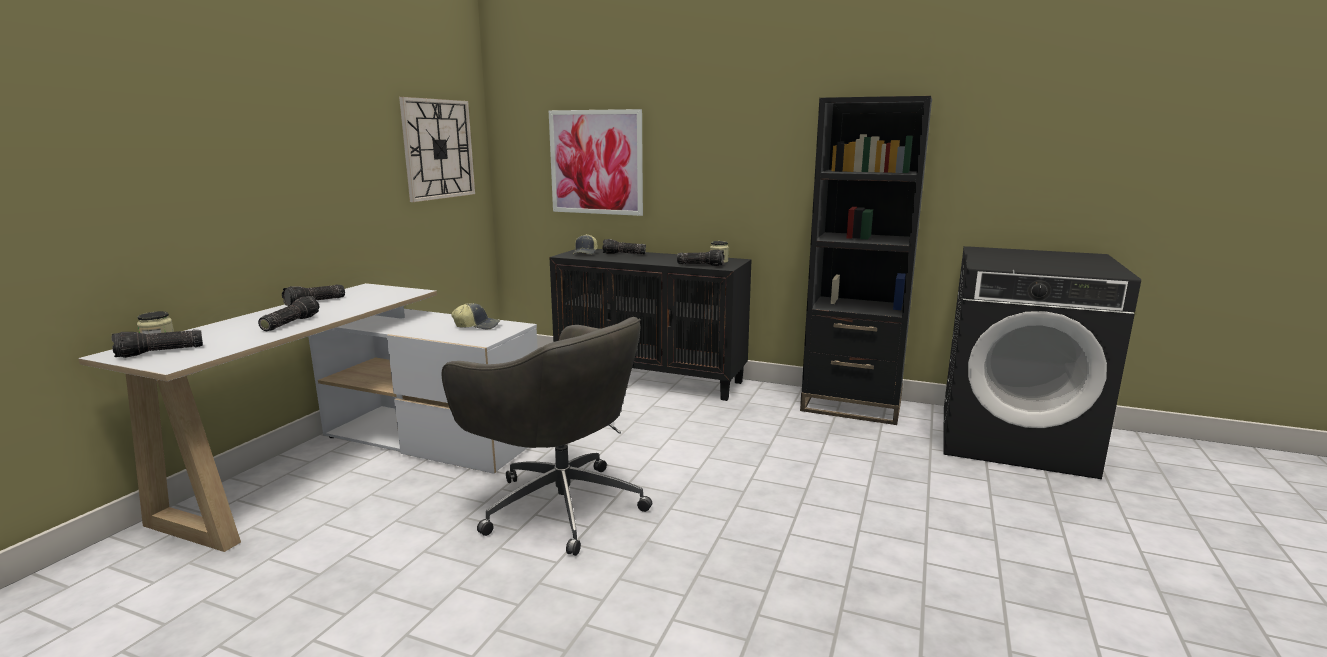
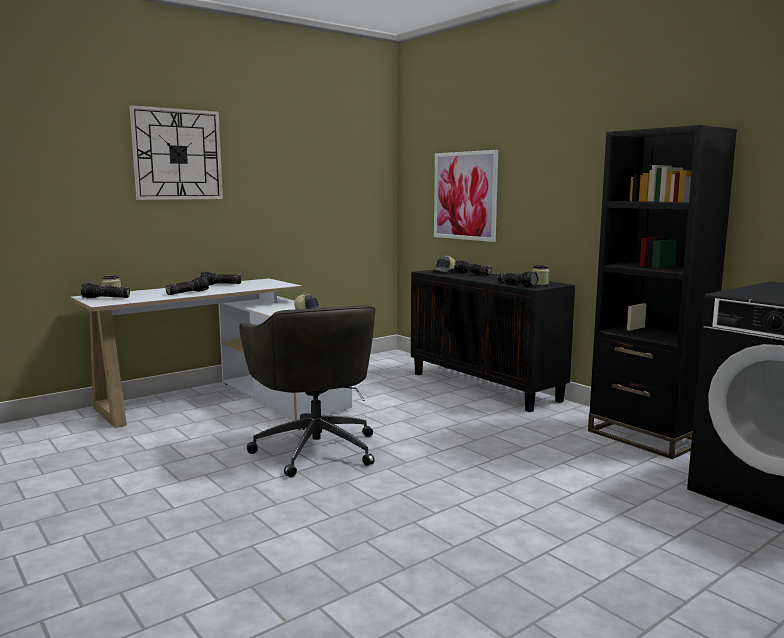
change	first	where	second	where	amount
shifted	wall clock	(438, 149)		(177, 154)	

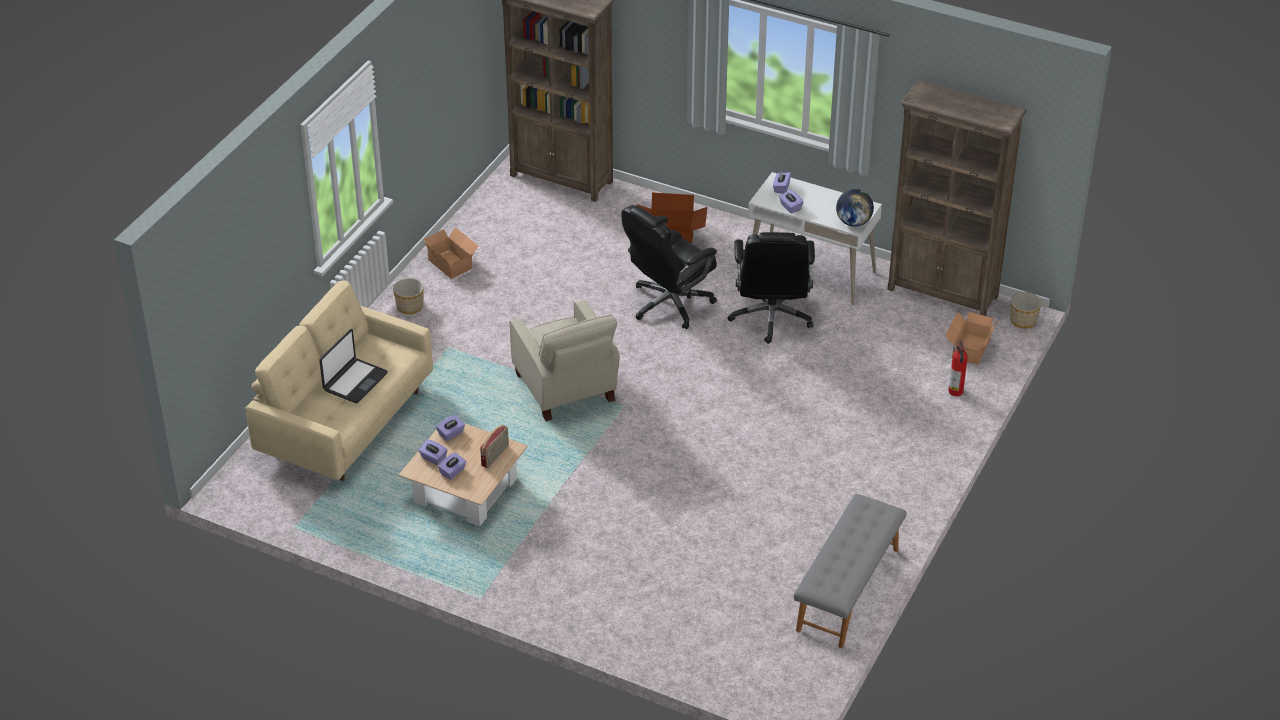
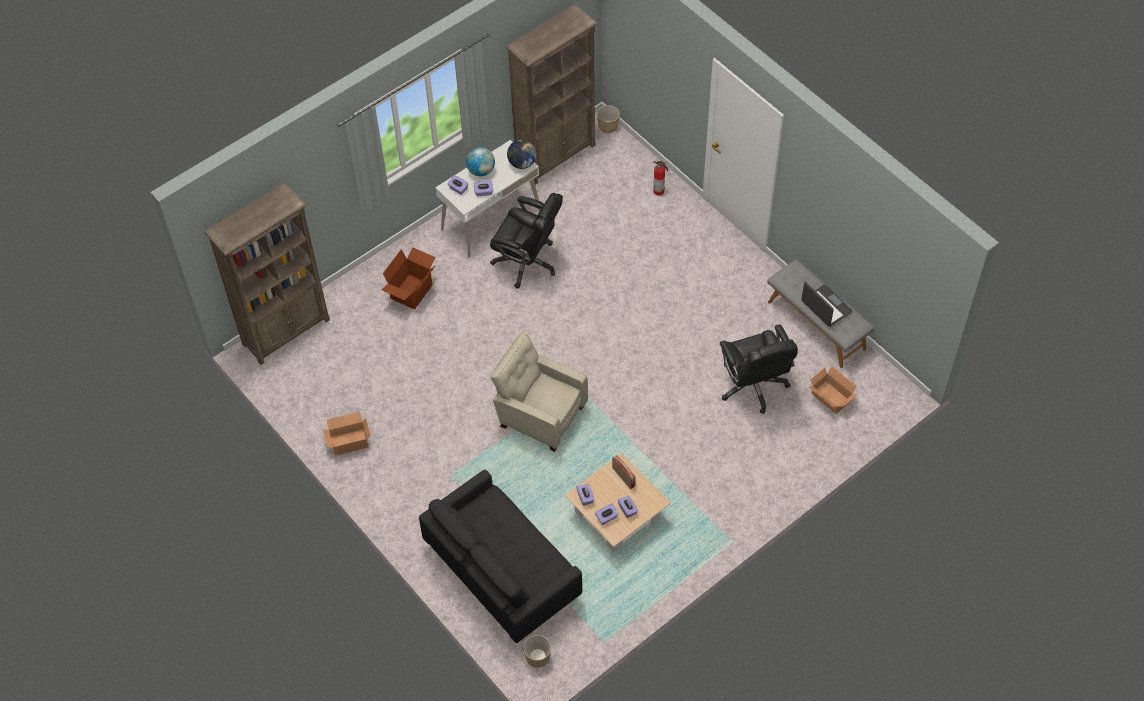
change	first	where	second	where	amount
new			globe	(481, 171)	
shifted	laptop	(354, 381)		(826, 307)	
shifted	planter	(410, 306)		(537, 656)	
shifted	black office chair	(669, 304)		(753, 386)	
shifted	cardboard box	(968, 349)		(830, 398)	
repainted	beige sofa	(346, 422)	black sofa	(502, 572)	
rotated	beige armchair	(566, 389)		(539, 415)	150 degrees counterclockwise

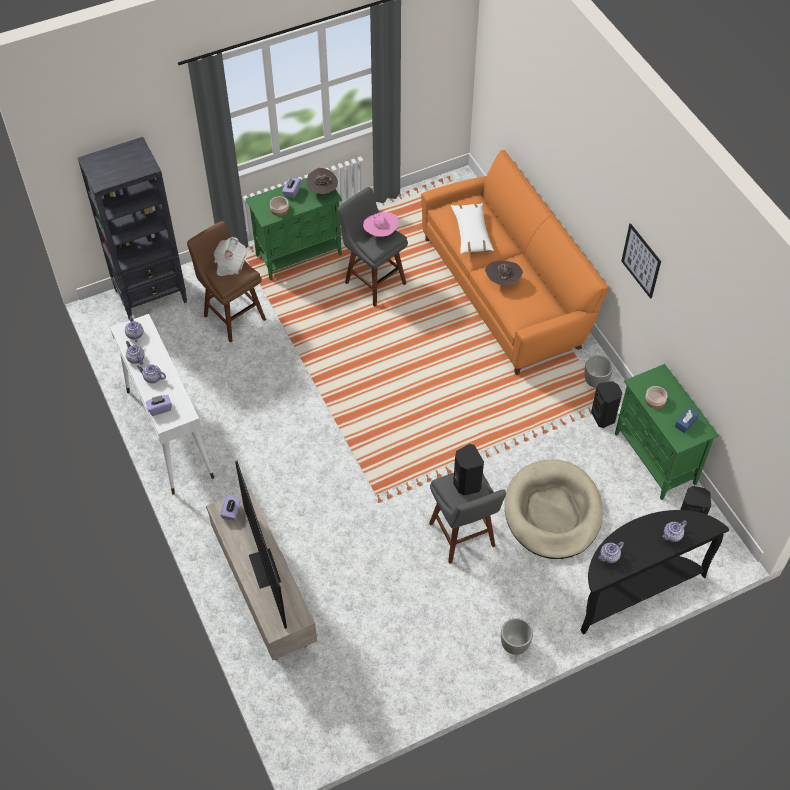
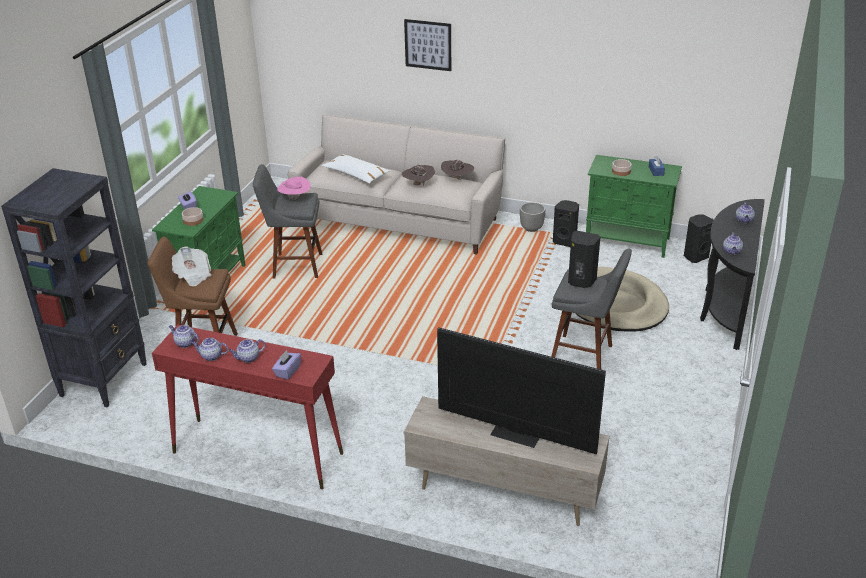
change	first	where	second	where	amount
gone	purple tissue box	(231, 512)			
gone	planter	(515, 644)			
shifted	brown hat	(322, 191)		(457, 179)	
shifted	picture	(641, 261)		(428, 45)	
repainted	white console table	(169, 433)	red console table	(256, 453)	
repainted	orange sofa	(506, 290)	beige sofa	(400, 219)	

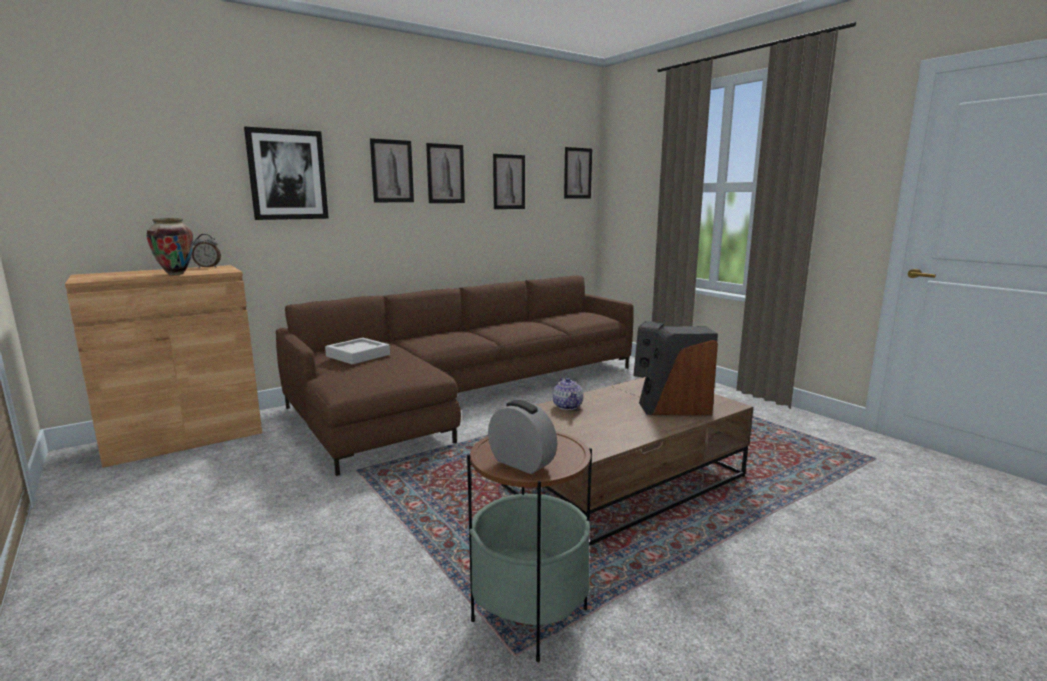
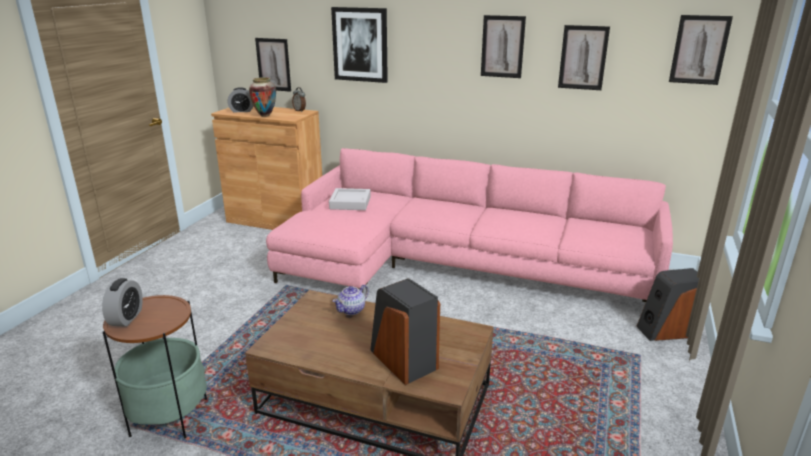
change	first	where	second	where	amount
new			alarm clock	(242, 111)	
shifted	picture	(392, 171)		(273, 64)	
repainted	brown sofa	(464, 394)	pink sofa	(453, 265)	

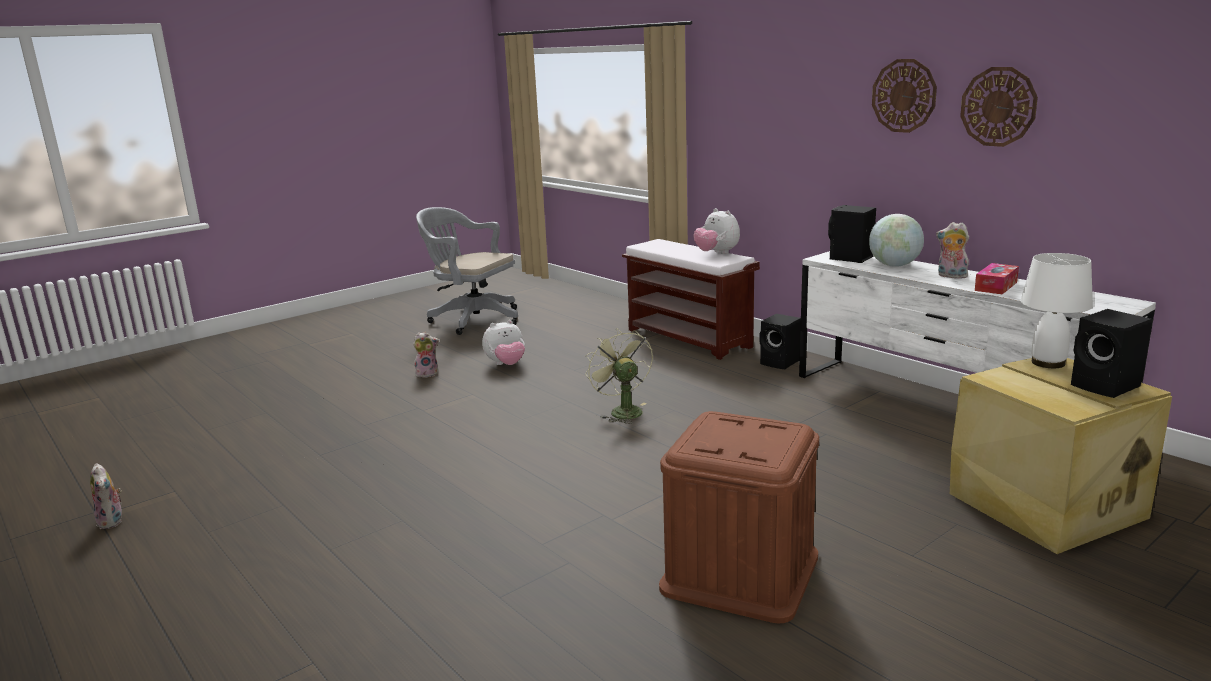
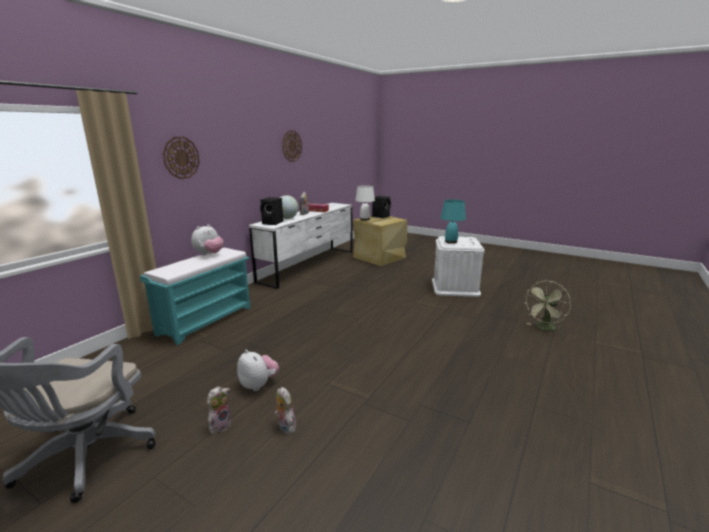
change	first	where	second	where	amount
gone	black speaker	(780, 363)			
new			turquoise table lamp	(451, 242)	
shifted	plush toy	(113, 521)		(220, 425)	
shifted	green fan	(622, 411)		(544, 328)	
shifted	wall clock	(904, 95)		(181, 157)	
repainted	brown bench	(690, 338)	turquoise bench	(206, 320)	
repainted	brown storage box	(740, 572)	white storage box	(455, 287)	

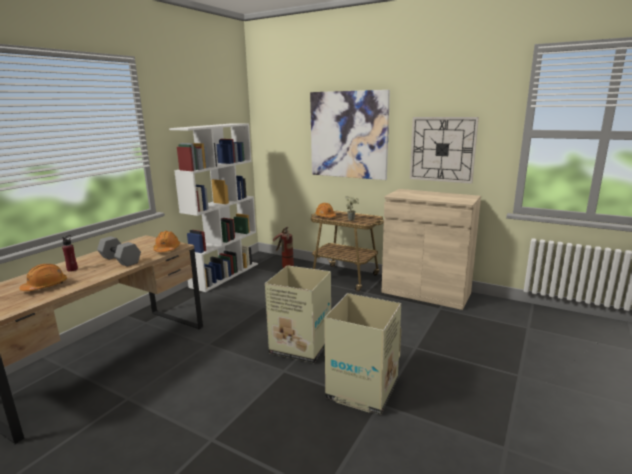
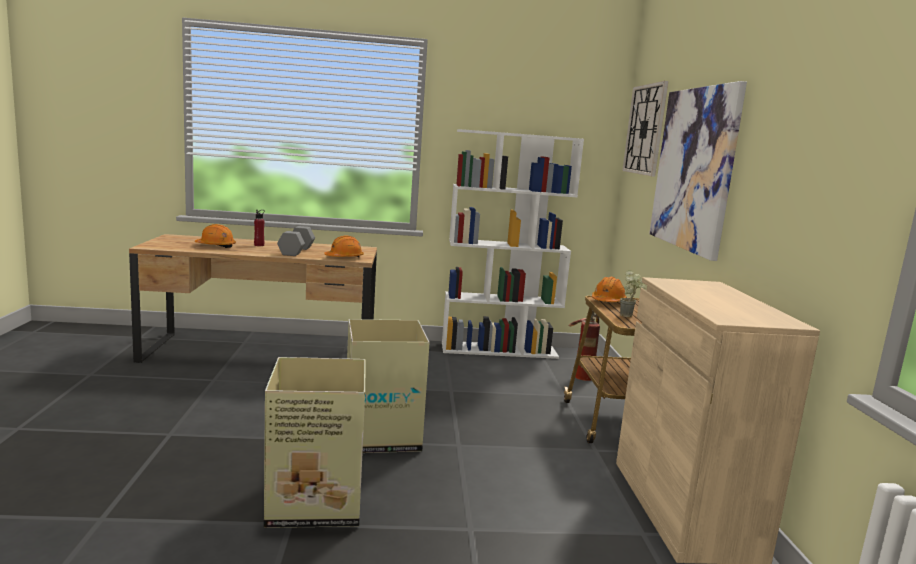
change	first	where	second	where	amount
shifted	wall clock	(442, 149)		(645, 129)	

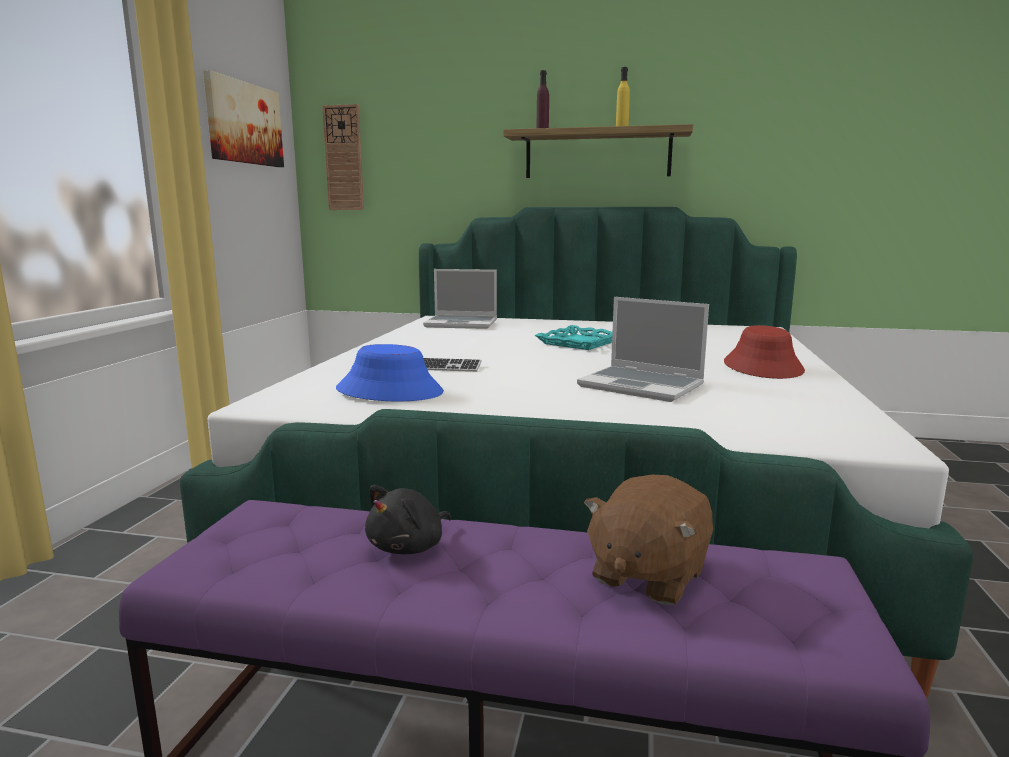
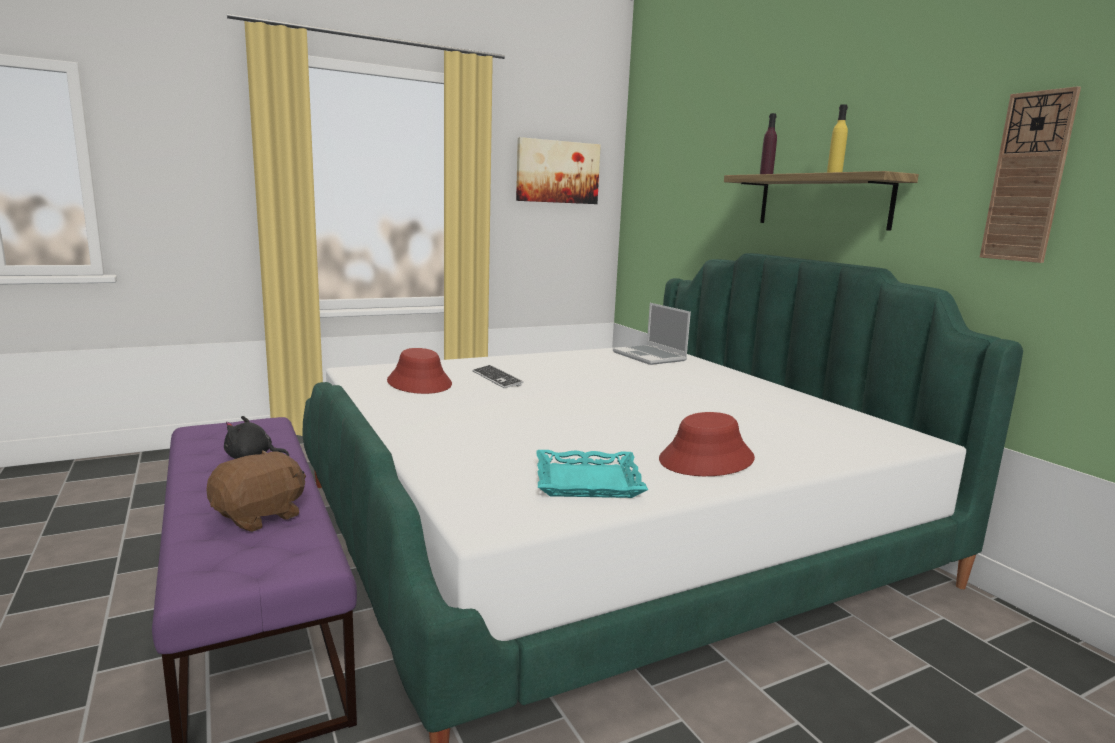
change	first	where	second	where	amount
gone	laptop	(642, 386)			
shifted	wall clock	(344, 158)		(1028, 178)	
shifted	turquoise tray	(580, 342)		(588, 481)	
repainted	blue hat	(390, 391)	red hat	(419, 383)	
rotated	brown plush toy	(647, 575)		(260, 516)	135 degrees clockwise

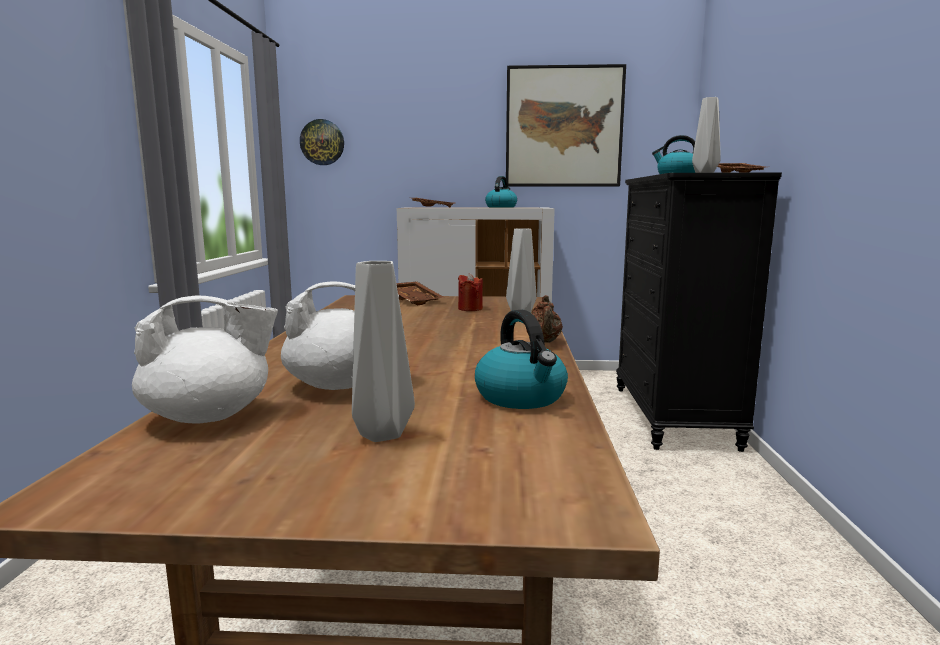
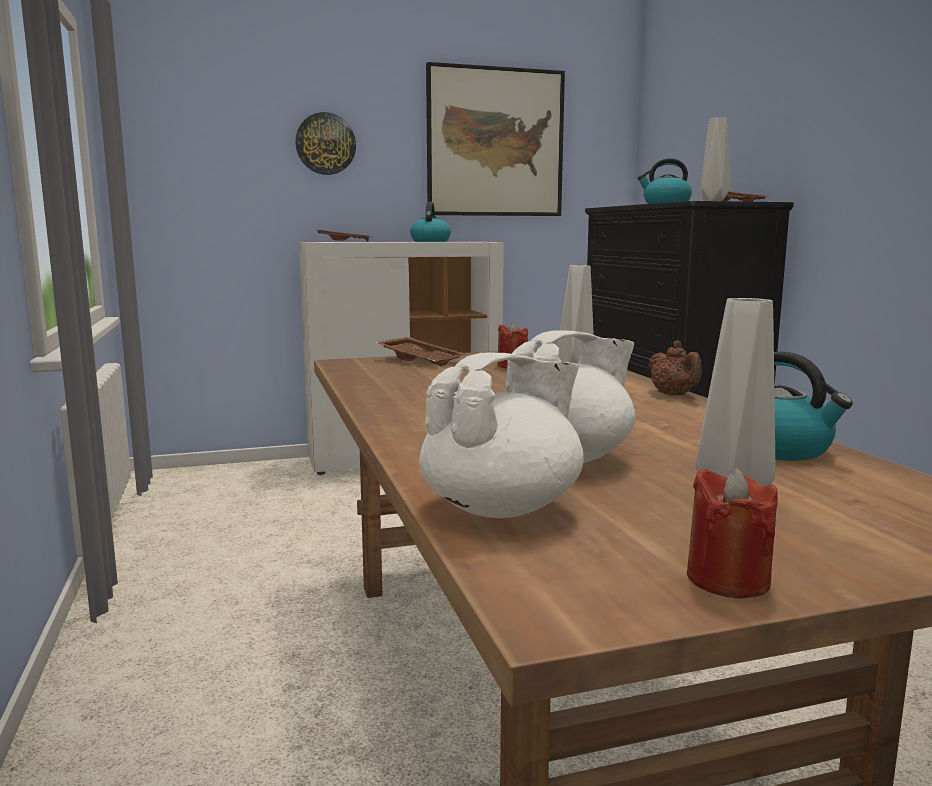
change	first	where	second	where	amount
new			red candle	(727, 580)	
shifted	wall clock	(322, 142)		(325, 144)	

